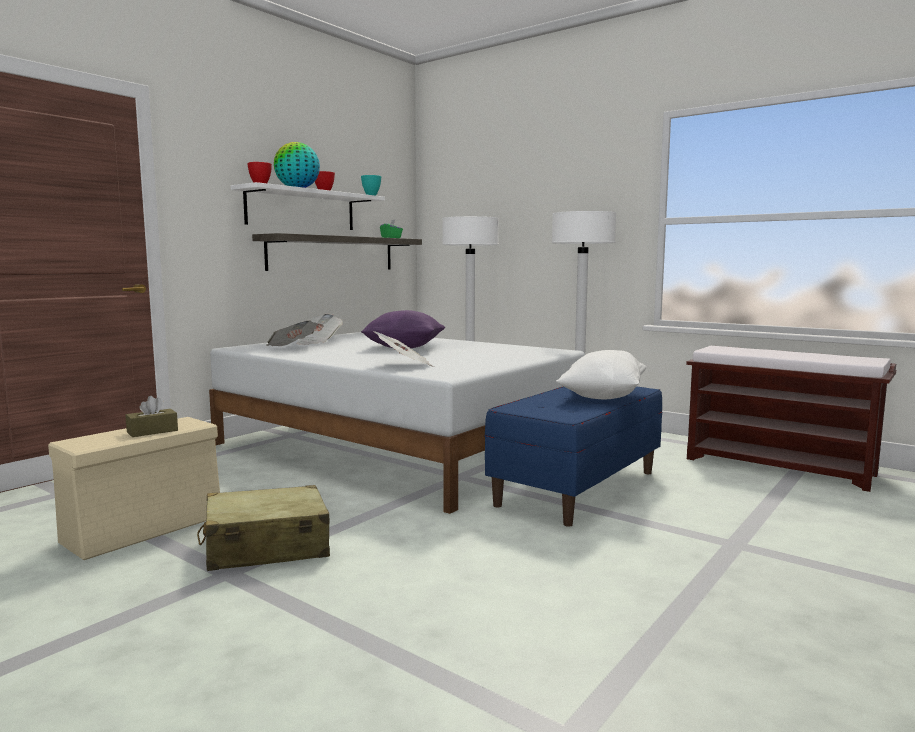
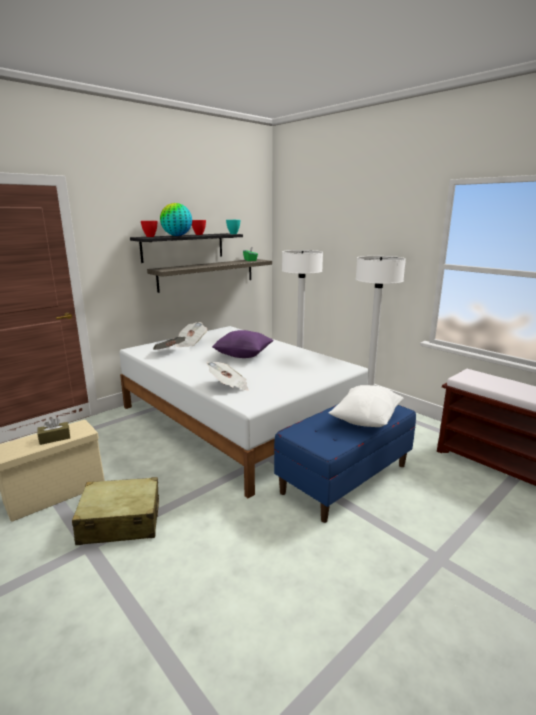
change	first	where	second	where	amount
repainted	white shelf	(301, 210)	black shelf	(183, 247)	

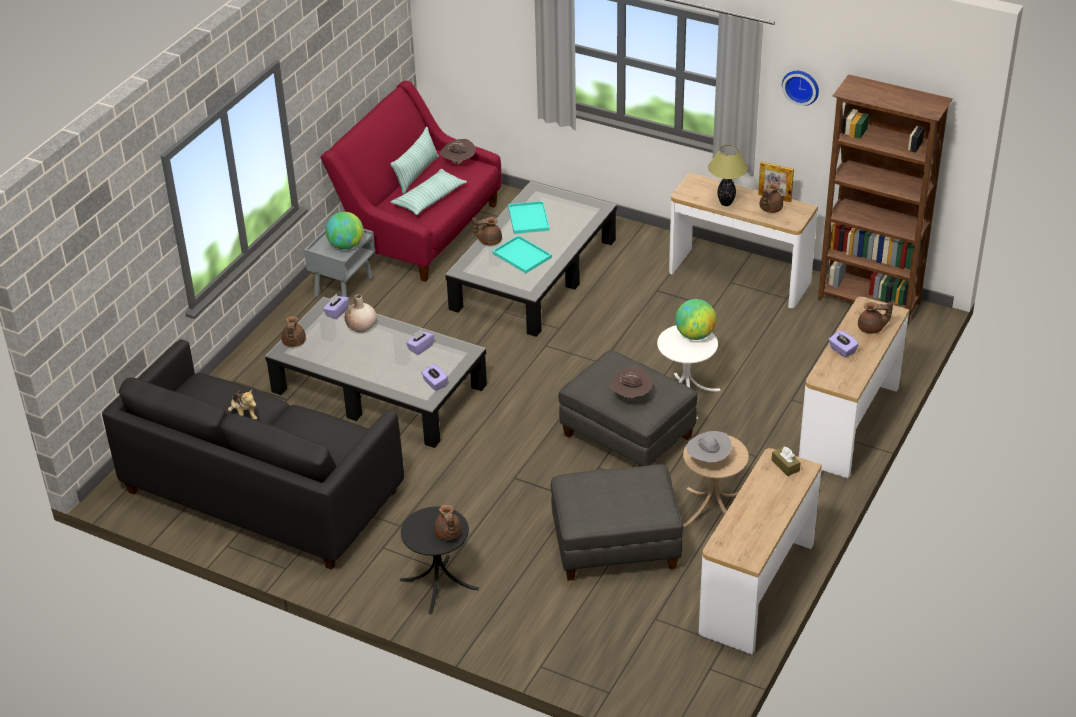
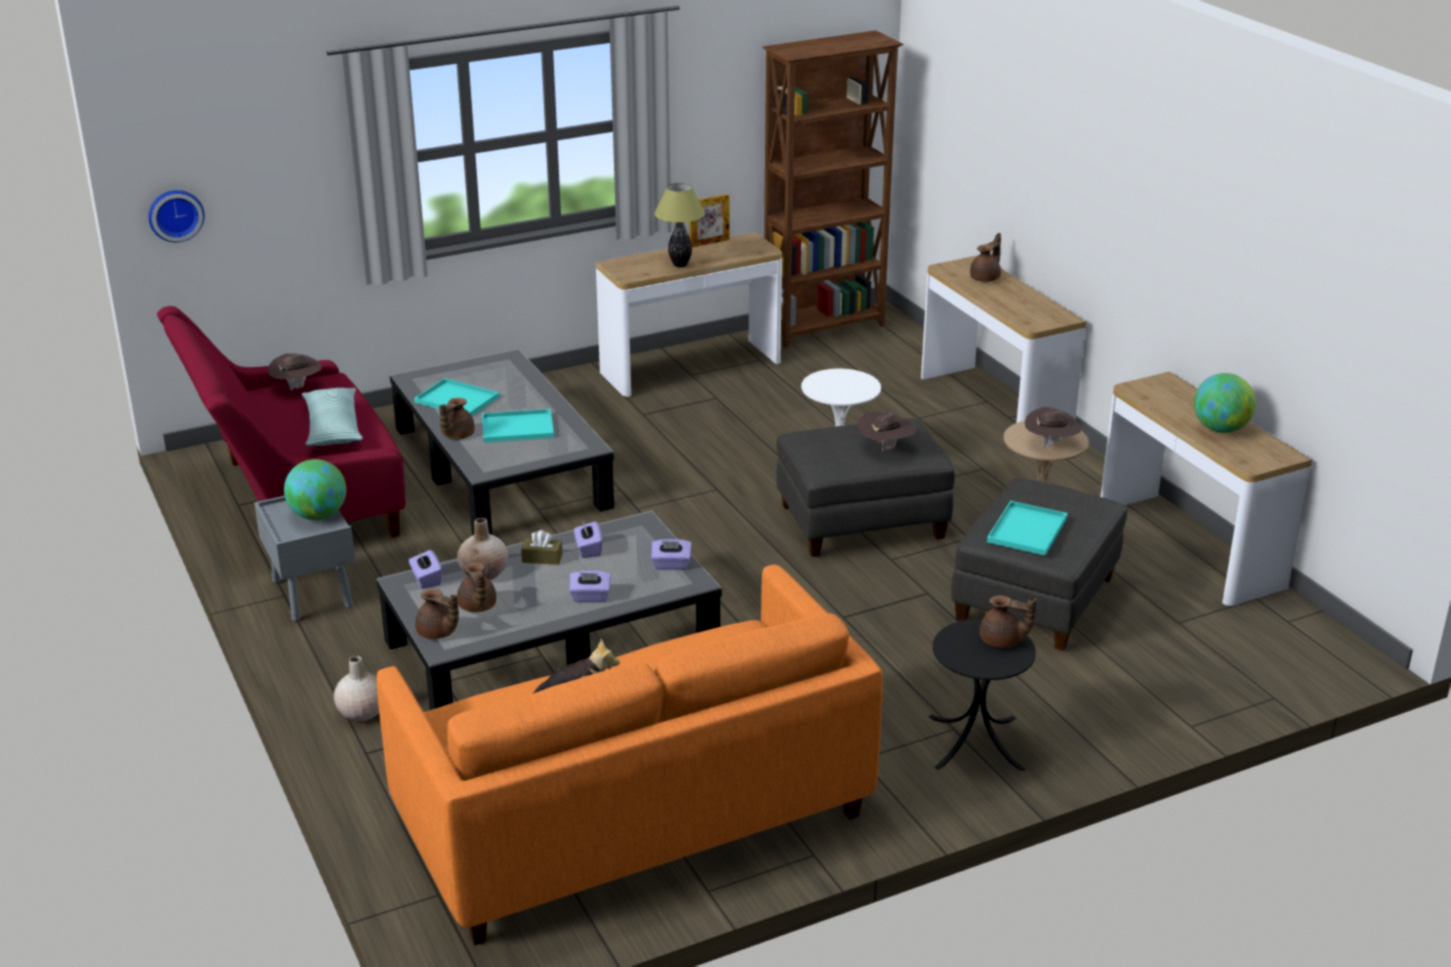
change	first	where	second	where	amount
gone	pillow	(416, 174)			
new			beige vase	(362, 712)	
new			turquoise tray	(1026, 529)	
shifted	globe	(695, 335)		(1220, 429)	
shifted	brown teapot	(769, 209)		(477, 607)	
shifted	brown tissue box	(785, 465)		(542, 558)	
shifted	wall clock	(801, 86)		(175, 214)	
shifted	purple tissue box	(842, 350)		(590, 597)	
repainted	black sofa	(262, 492)	orange sofa	(633, 816)	
repainted	grey hat	(708, 460)	brown hat	(1051, 445)	

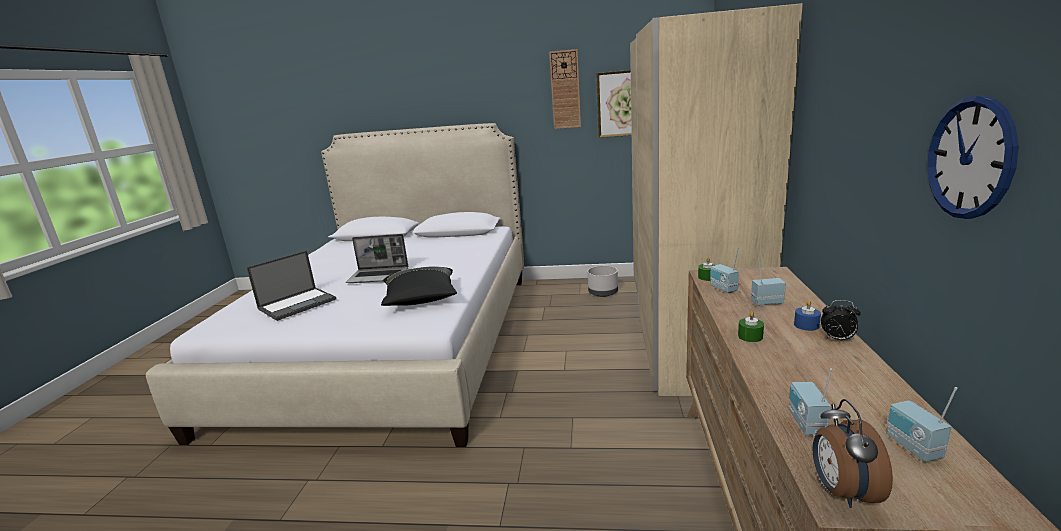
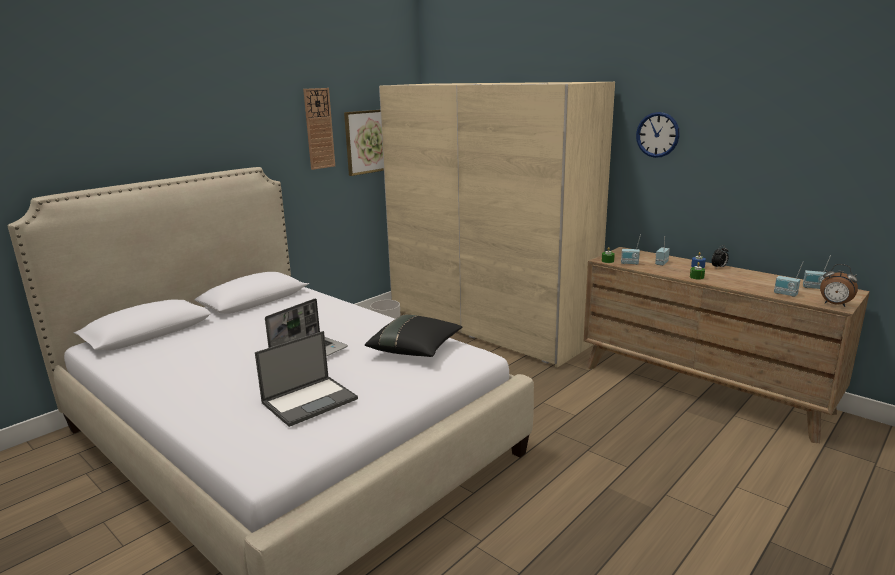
change	first	where	second	where	amount
shifted	wall clock	(970, 158)		(657, 134)	
rotated	laptop	(298, 304)		(310, 400)	60 degrees clockwise

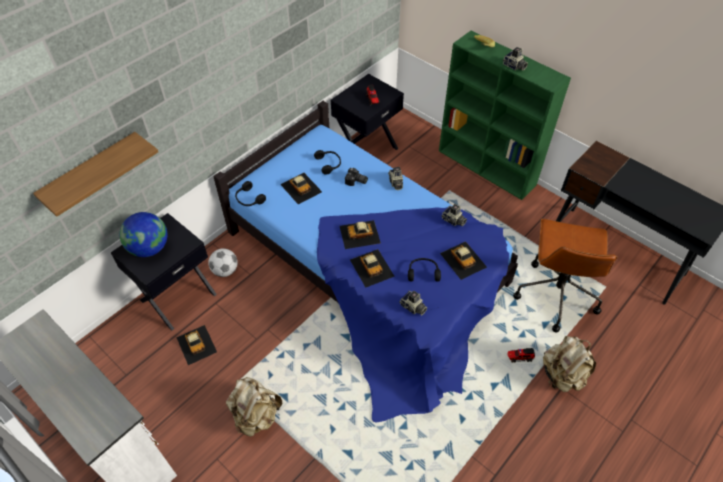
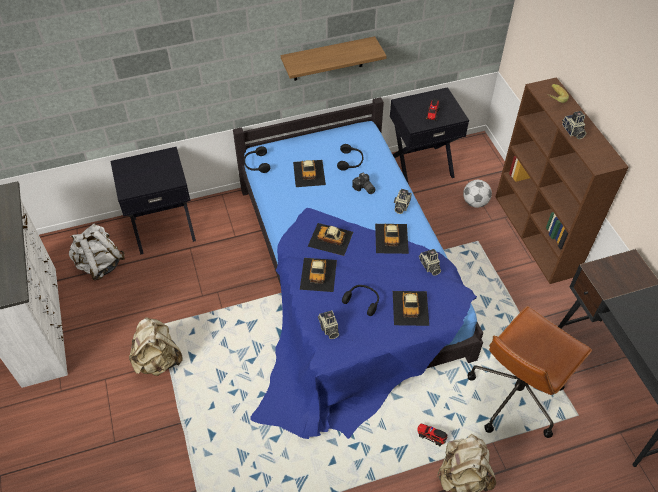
change	first	where	second	where	amount
gone	globe	(149, 248)			
new			white backpack	(100, 264)	
shifted	shelf	(92, 174)		(328, 59)	
shifted	toy car	(196, 344)		(391, 238)	
shifted	football	(225, 270)		(475, 202)	
repainted	green bookcase	(487, 168)	brown bookcase	(535, 235)	

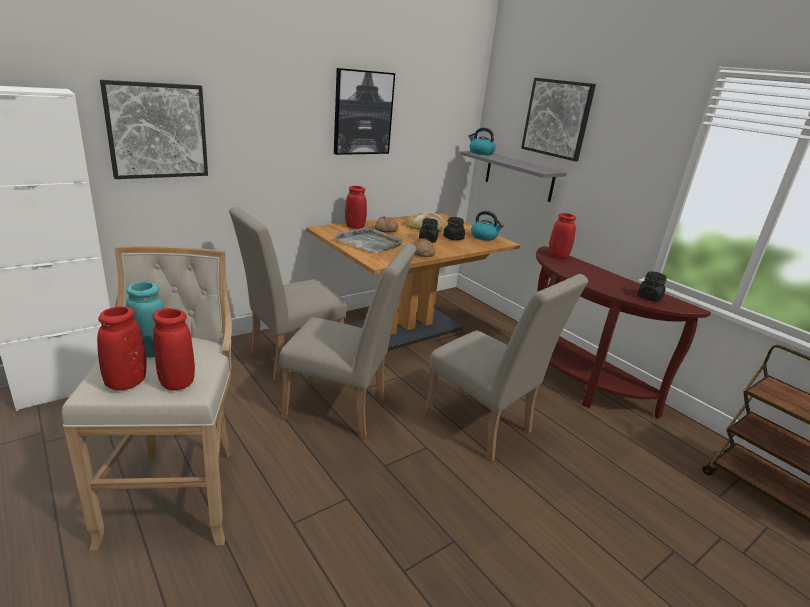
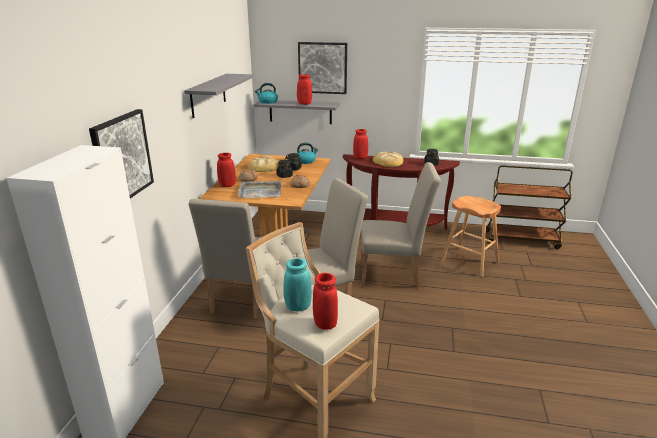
change	first	where	second	where	amount
new			bread	(388, 162)	
new			brown stool	(469, 262)	
shifted	red vase	(177, 383)		(304, 104)	
swapped	picture	(363, 113)	grey shelf	(208, 95)	

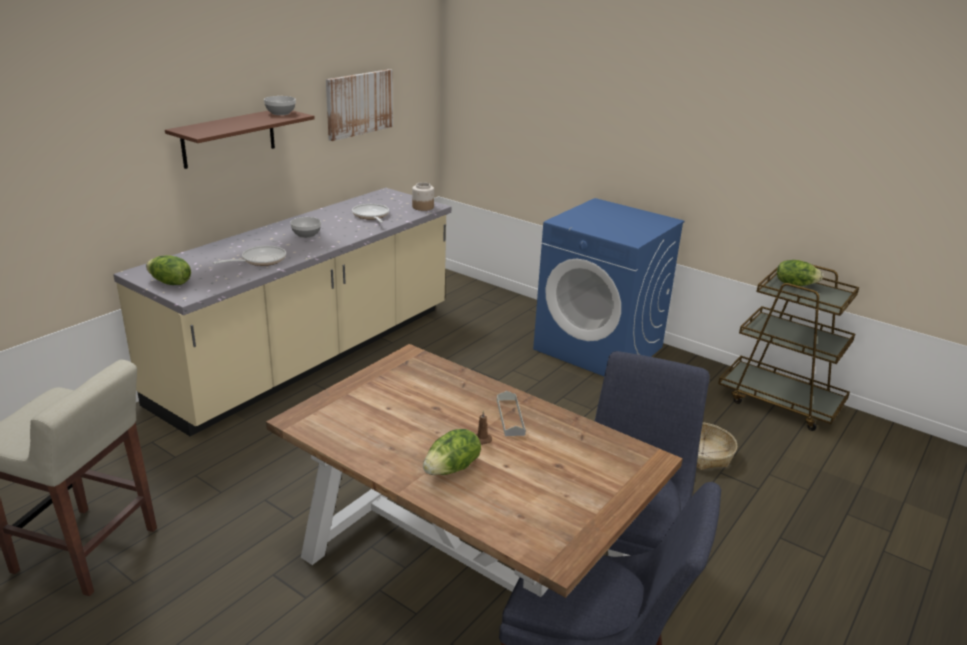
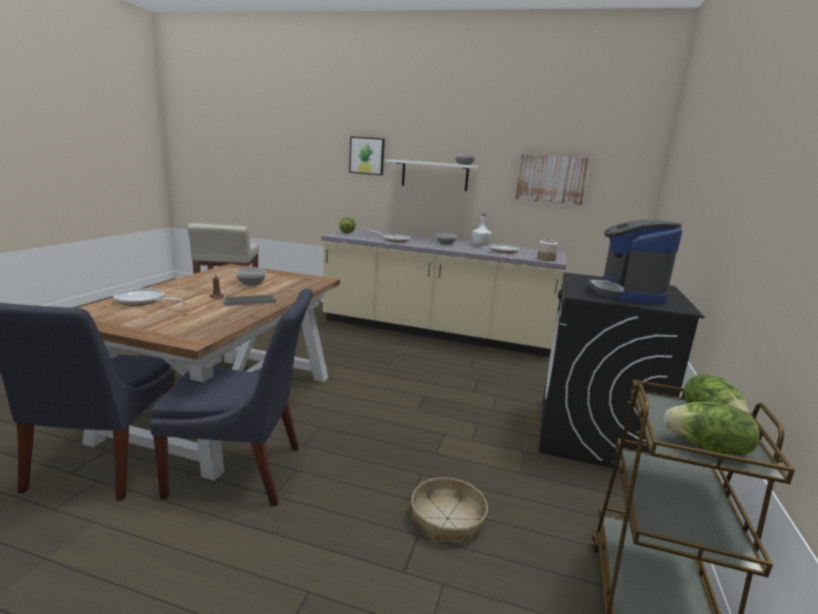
change	first	where	second	where	amount
new			frying pan	(143, 301)	
new			bowl	(250, 283)	
new			picture	(367, 155)	
new			white bottle	(480, 245)	
new			coffee machine	(626, 293)	
shifted	lettuce	(452, 468)		(707, 448)	
repainted	brown shelf	(229, 138)	white shelf	(434, 175)	
repainted	blue washing machine	(599, 348)	black washing machine	(594, 436)	

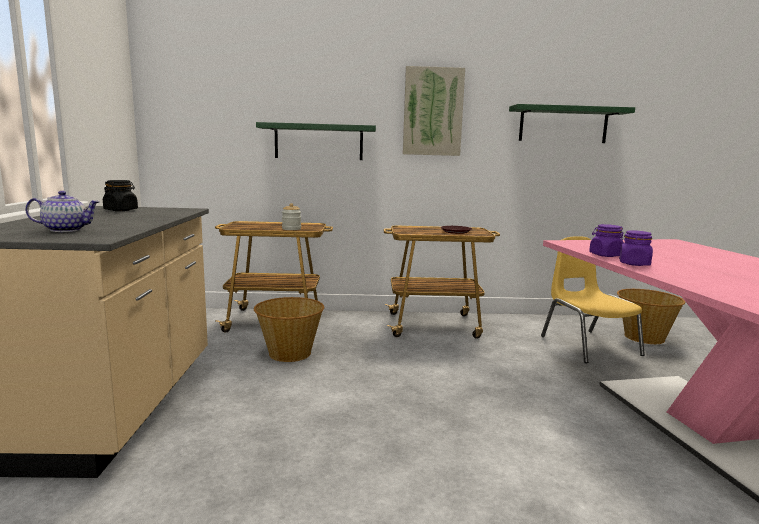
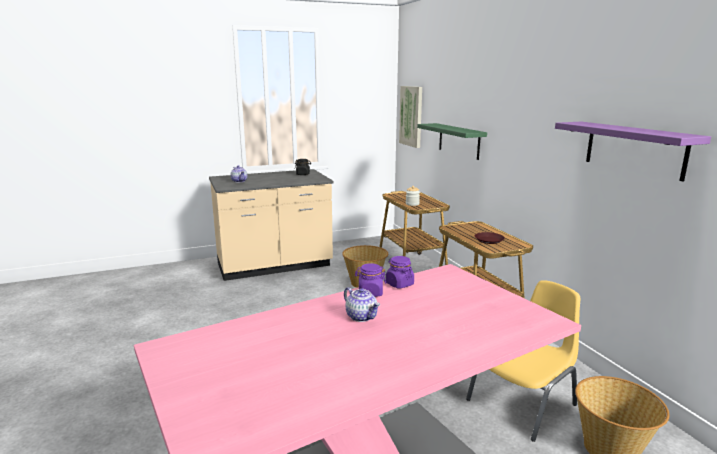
change	first	where	second	where	amount
new			teapot	(362, 317)	
shifted	picture	(433, 112)		(411, 116)	
repainted	green shelf	(563, 125)	purple shelf	(634, 149)	

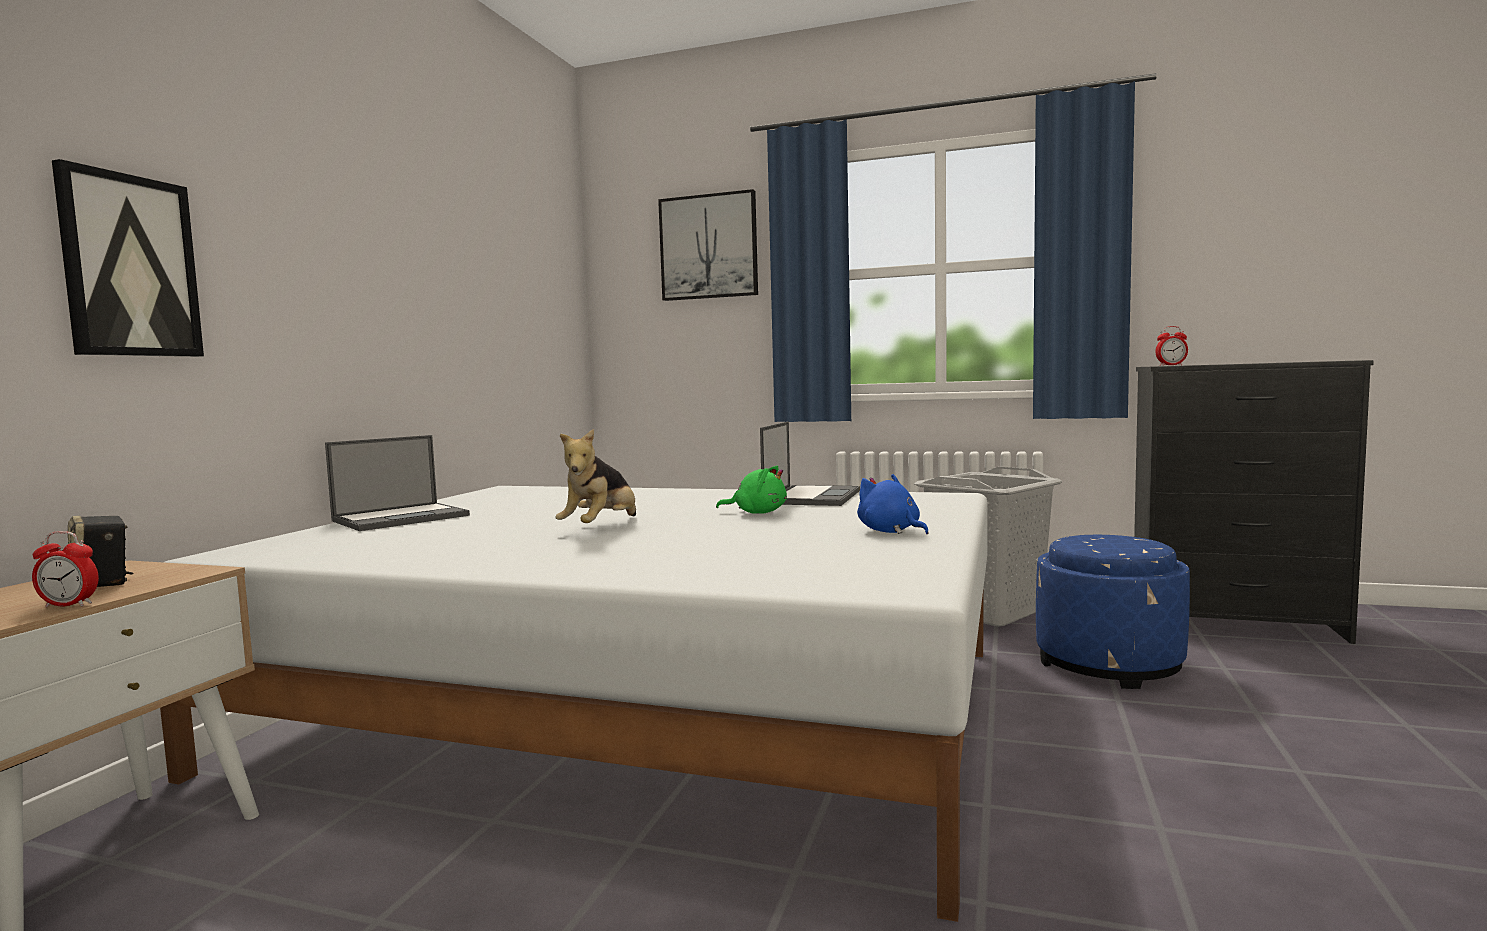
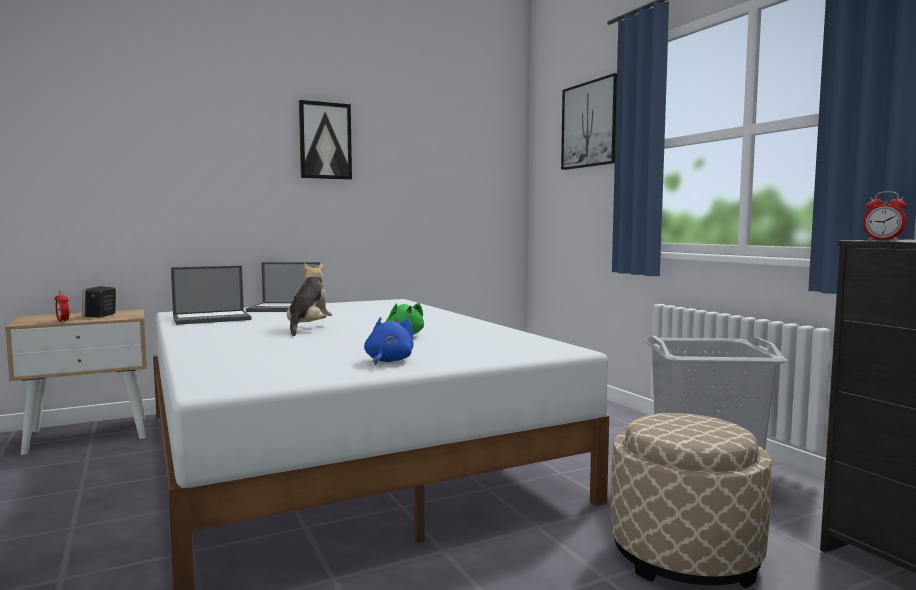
change	first	where	second	where	amount
shifted	picture	(129, 266)		(325, 141)	
shifted	laptop	(812, 497)		(212, 318)	
repainted	blue ottoman	(1108, 664)	beige ottoman	(685, 554)	
rotated	plush toy	(601, 528)		(308, 328)	120 degrees clockwise

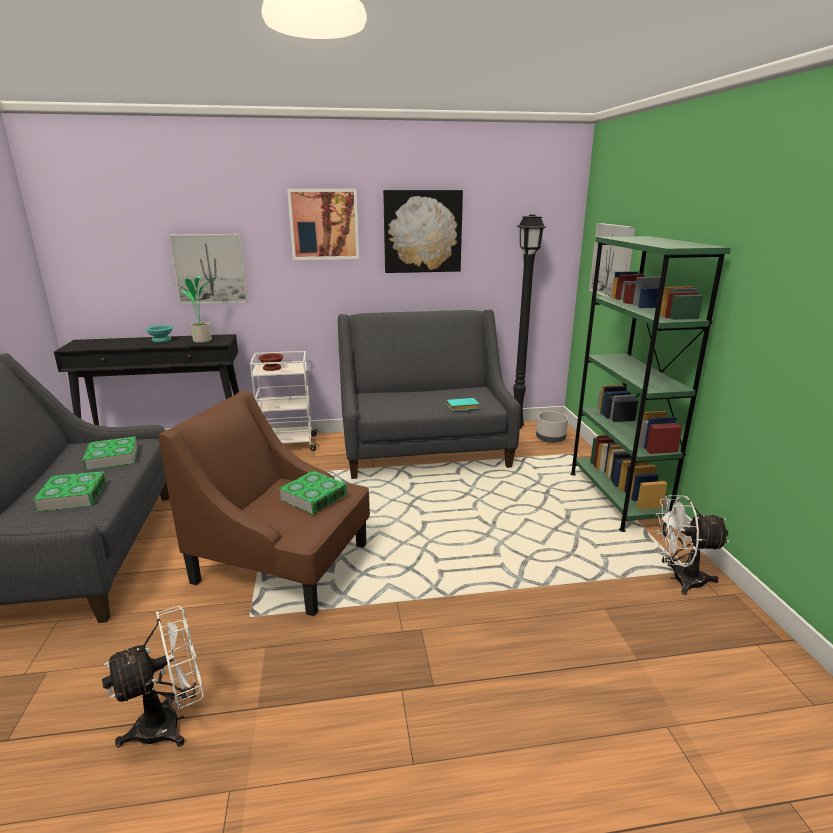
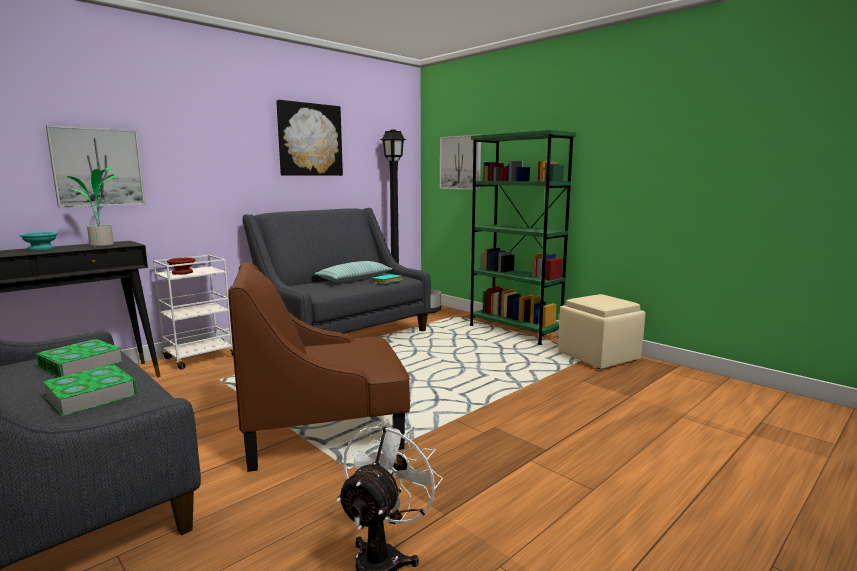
change	first	where	second	where	amount
gone	book	(313, 497)			
gone	picture	(324, 224)			
new			pillow	(354, 279)	
swapped	white fan	(679, 579)	beige ottoman	(599, 357)	

